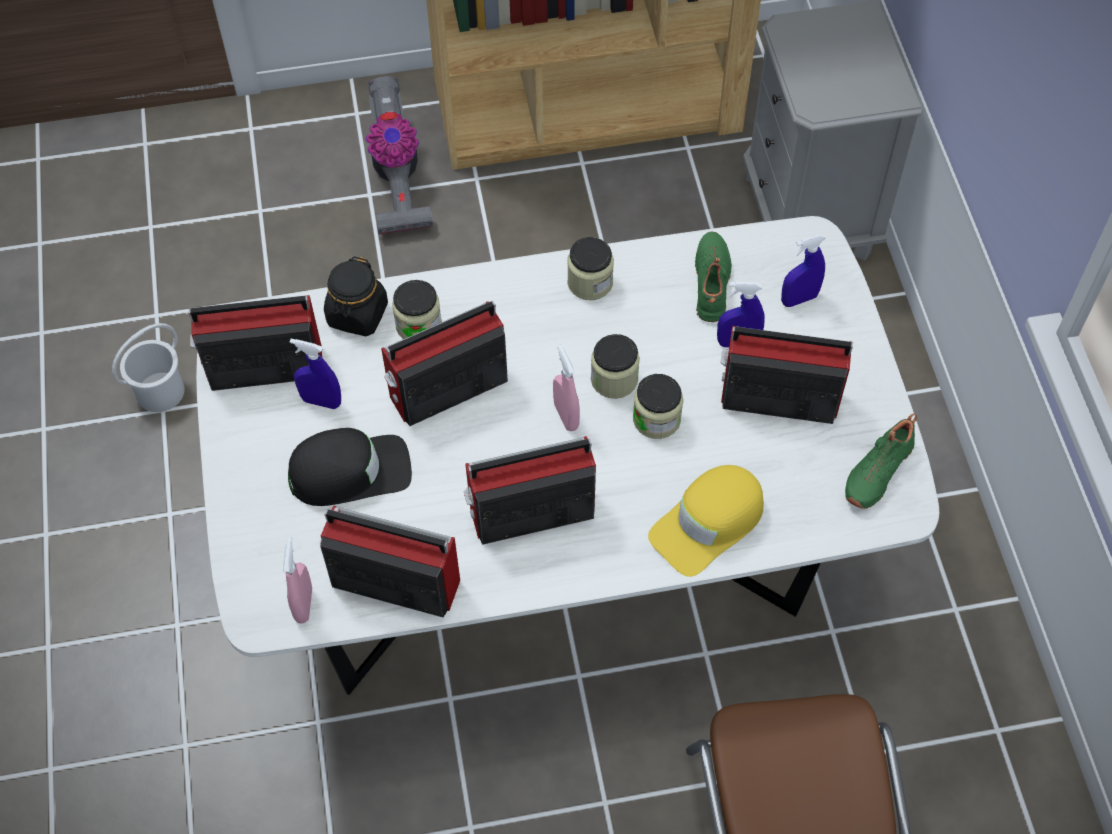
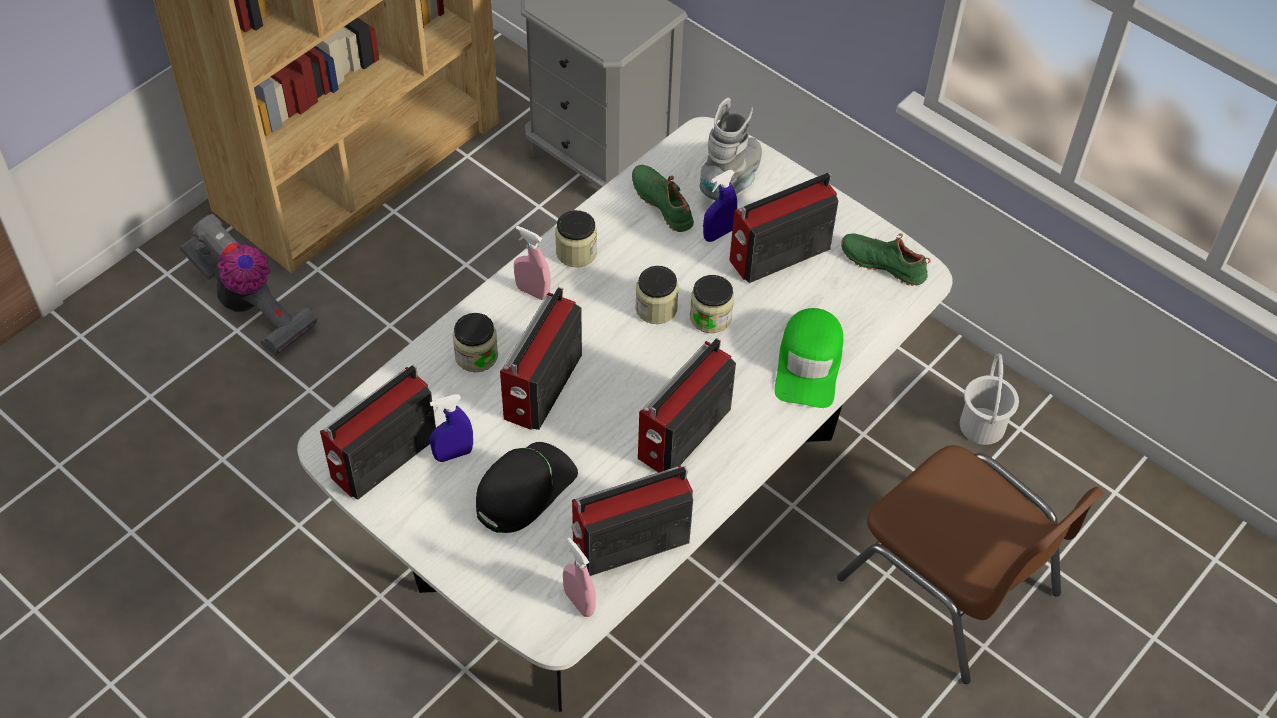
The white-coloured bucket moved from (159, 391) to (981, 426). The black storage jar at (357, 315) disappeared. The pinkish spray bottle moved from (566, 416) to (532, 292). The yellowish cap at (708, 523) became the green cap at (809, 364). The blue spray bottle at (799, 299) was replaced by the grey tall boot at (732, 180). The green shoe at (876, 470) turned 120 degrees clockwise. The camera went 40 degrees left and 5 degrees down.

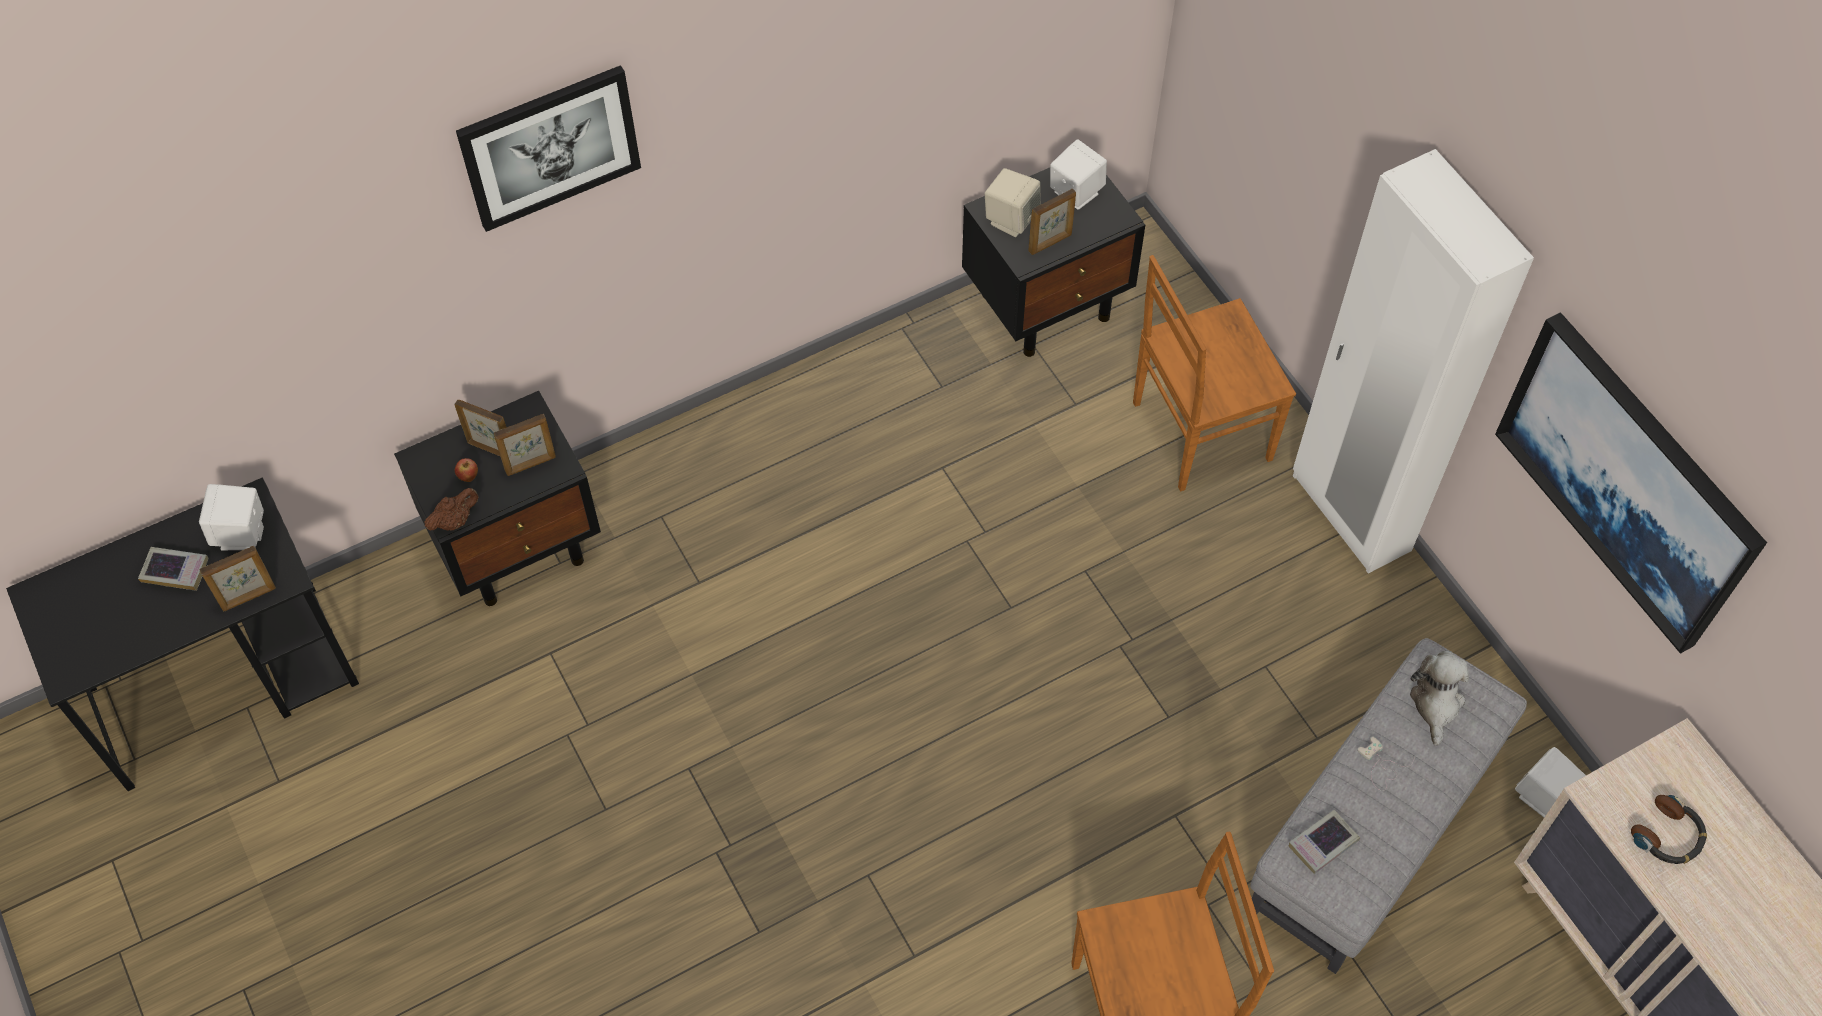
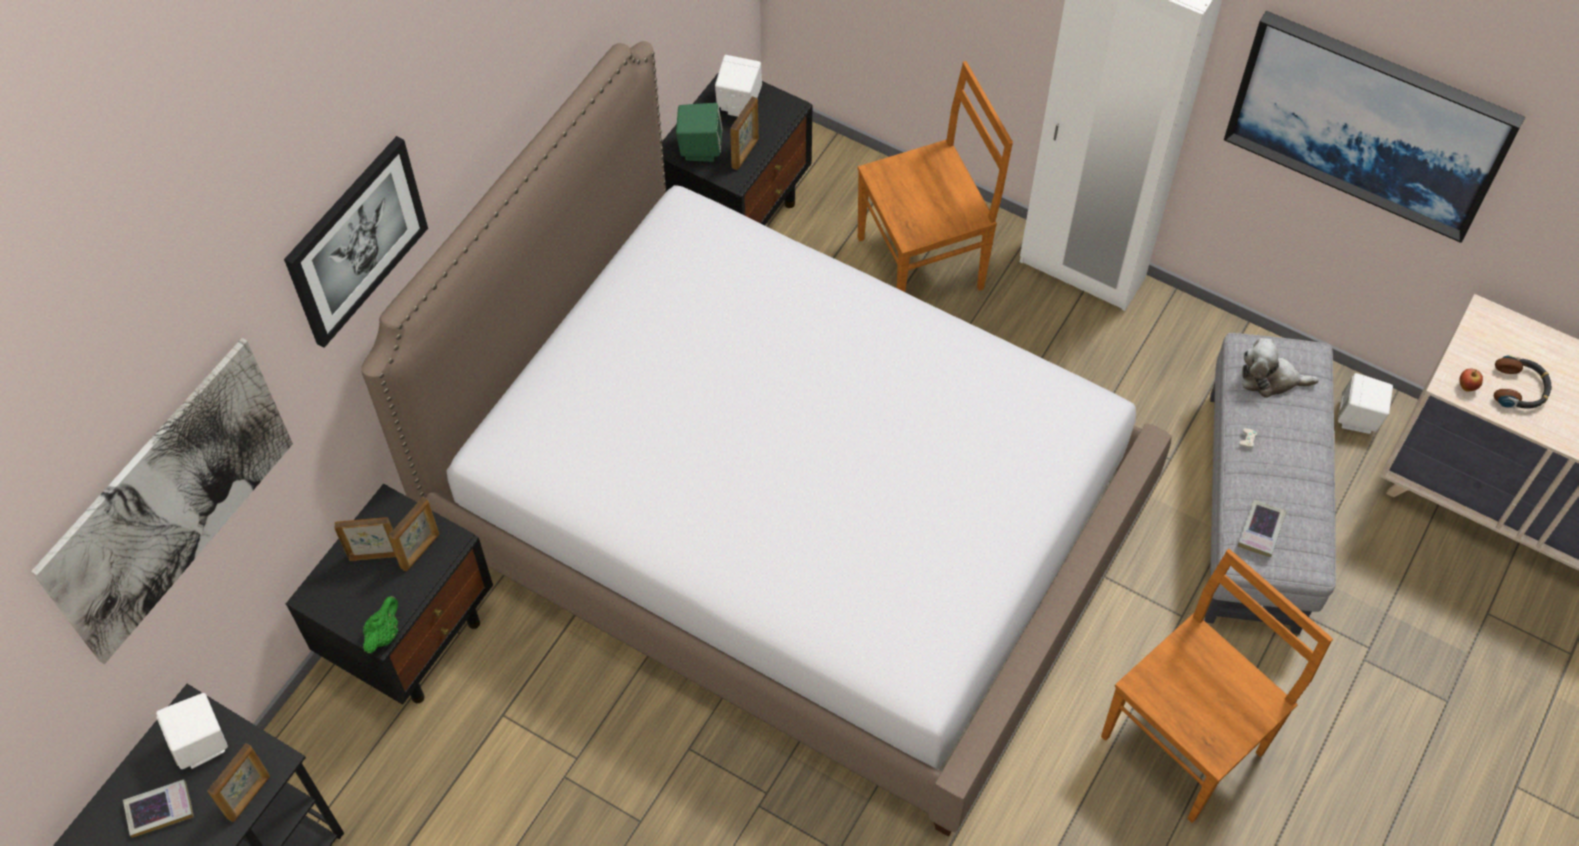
The brownish tea pot at (455, 520) became the green tea pot at (384, 634). The whole apple moved from (468, 477) to (1466, 386). The beige-coloured audio speaker at (1011, 219) became the green audio speaker at (700, 148). The brownish upright chair at (1197, 432) turned 150 degrees counterclockwise. The plush toy at (1436, 703) turned 60 degrees counterclockwise. The wall picture at (169, 500) appeared. The bedroom bed at (789, 520) appeared. The camera went 30 degrees left and 0 degrees up.

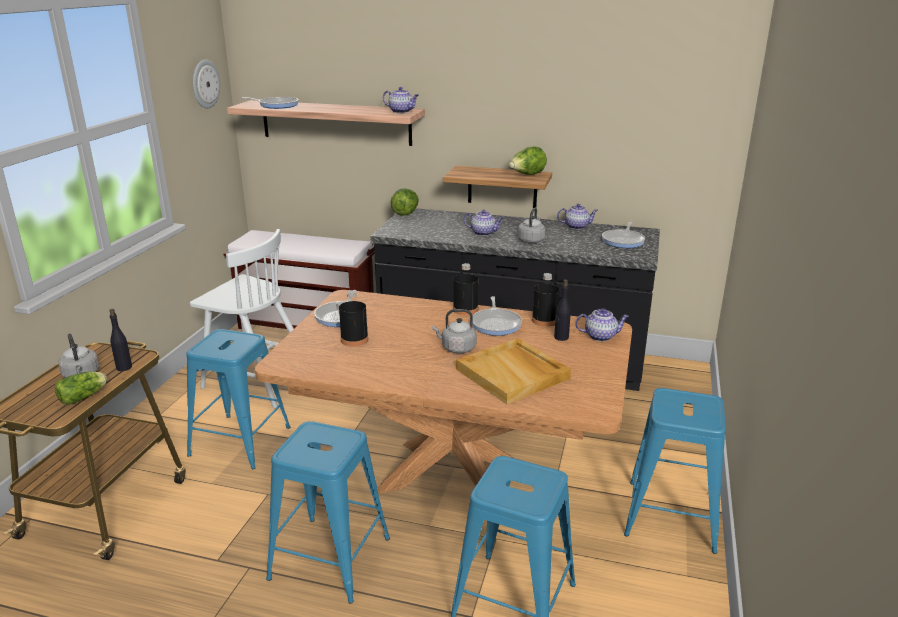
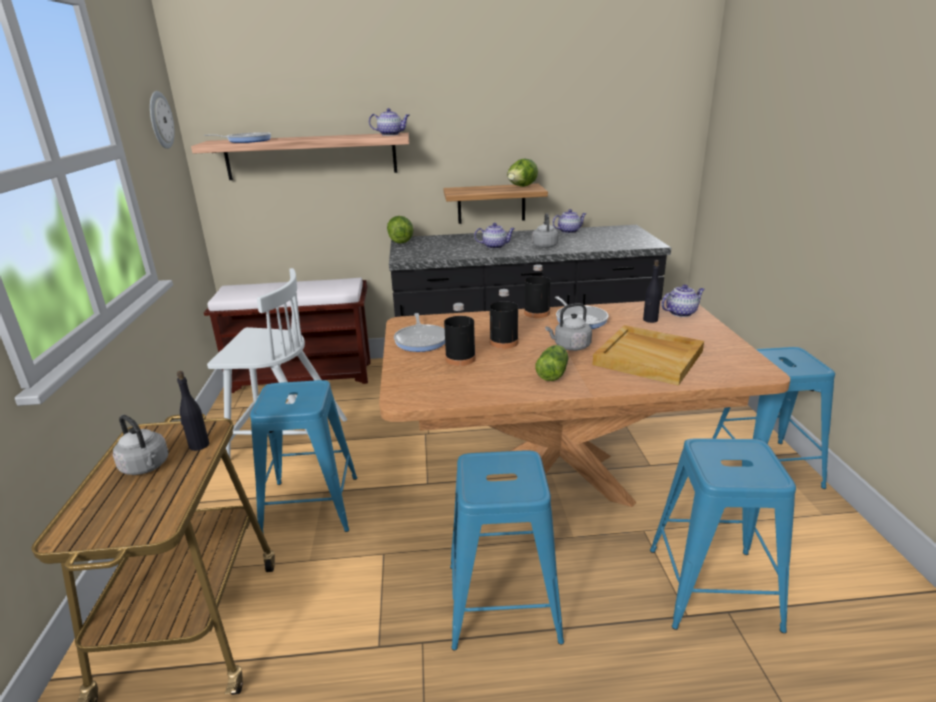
The lettuce head moved from (84, 396) to (553, 372). The black bottle moved from (544, 320) to (504, 342). The frying pan at (623, 241) disappeared. The camera went 20 degrees left and 0 degrees up.

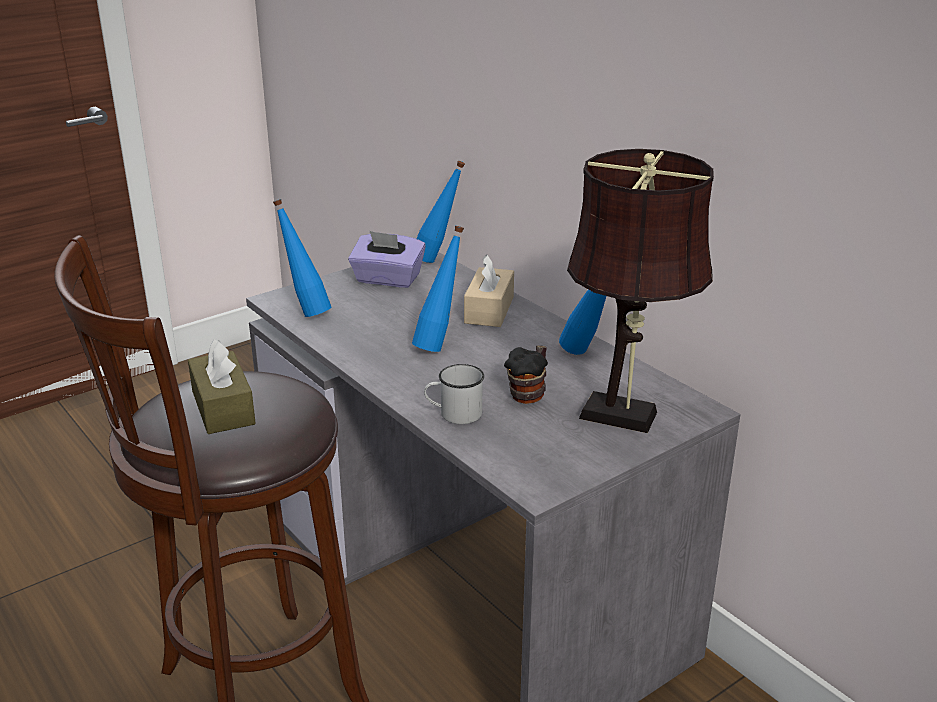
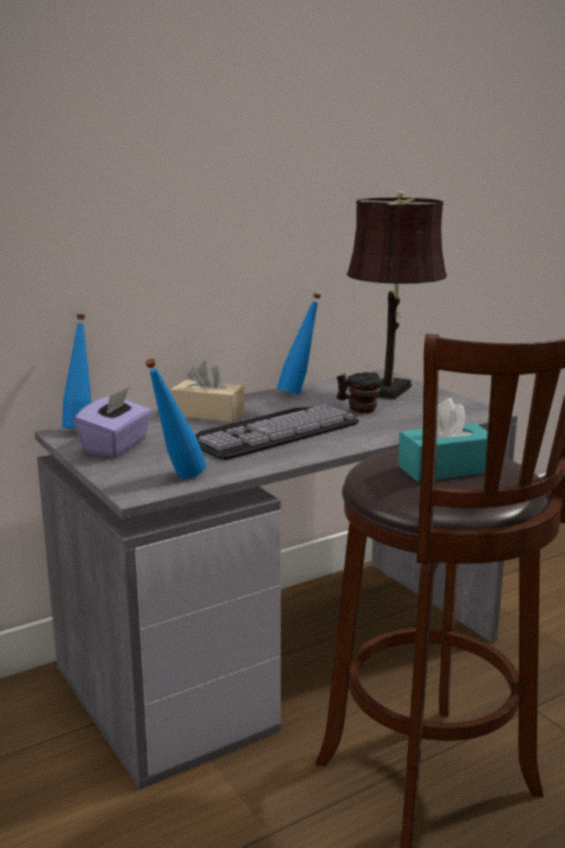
The brownish tissue box at (223, 407) became the blue-green tissue box at (445, 469). The blue bottle at (439, 345) was replaced by the PC keyboard at (272, 430). The white-coloured mug at (454, 414) disappeared. The camera went 85 degrees left and 10 degrees down.

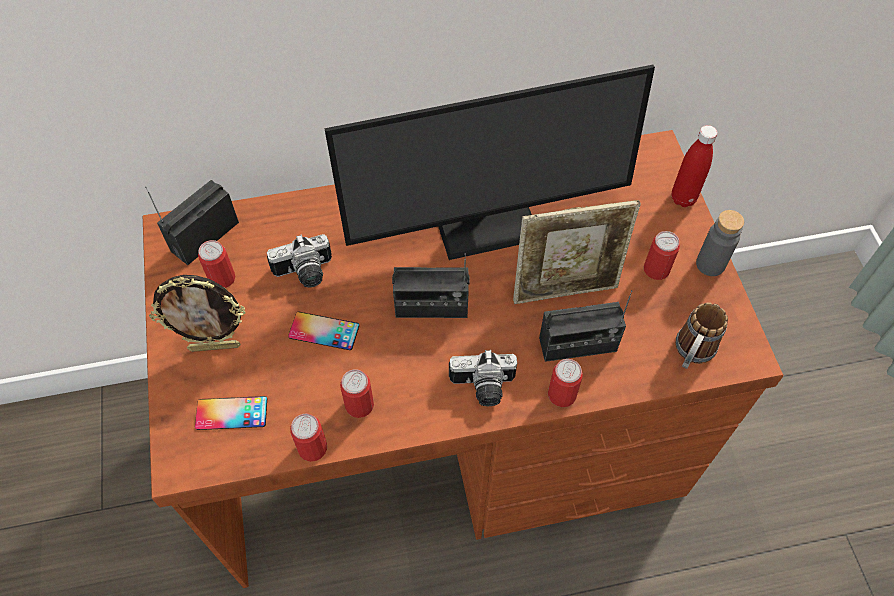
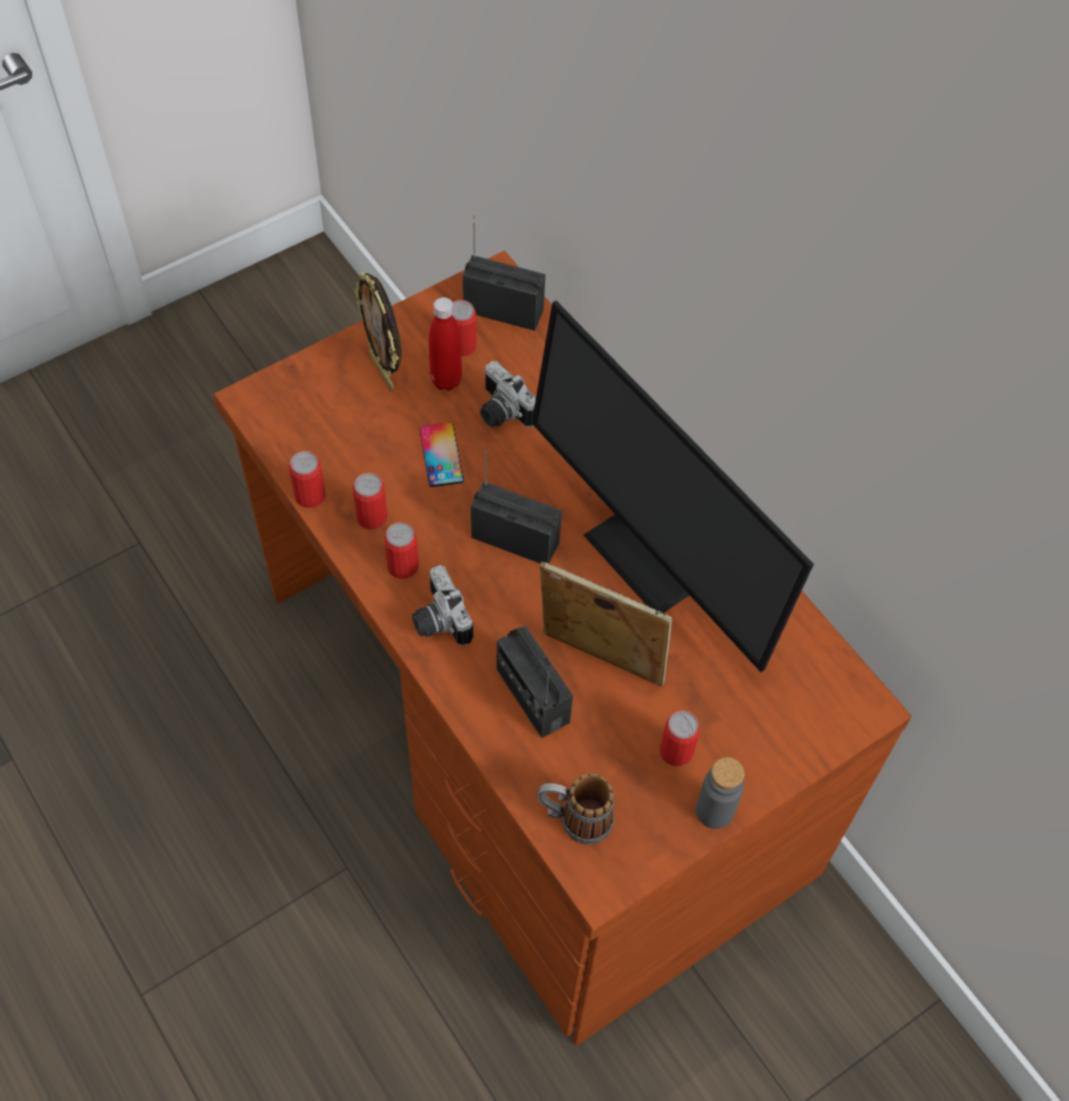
The handset at (231, 413) disappeared. The radio receiver at (431, 306) turned 135 degrees clockwise. The photo frame at (565, 290) turned 150 degrees clockwise. The metal can moved from (562, 394) to (403, 566). The red-coloured bottle moved from (683, 198) to (446, 380). The camera went 65 degrees right and 0 degrees up.

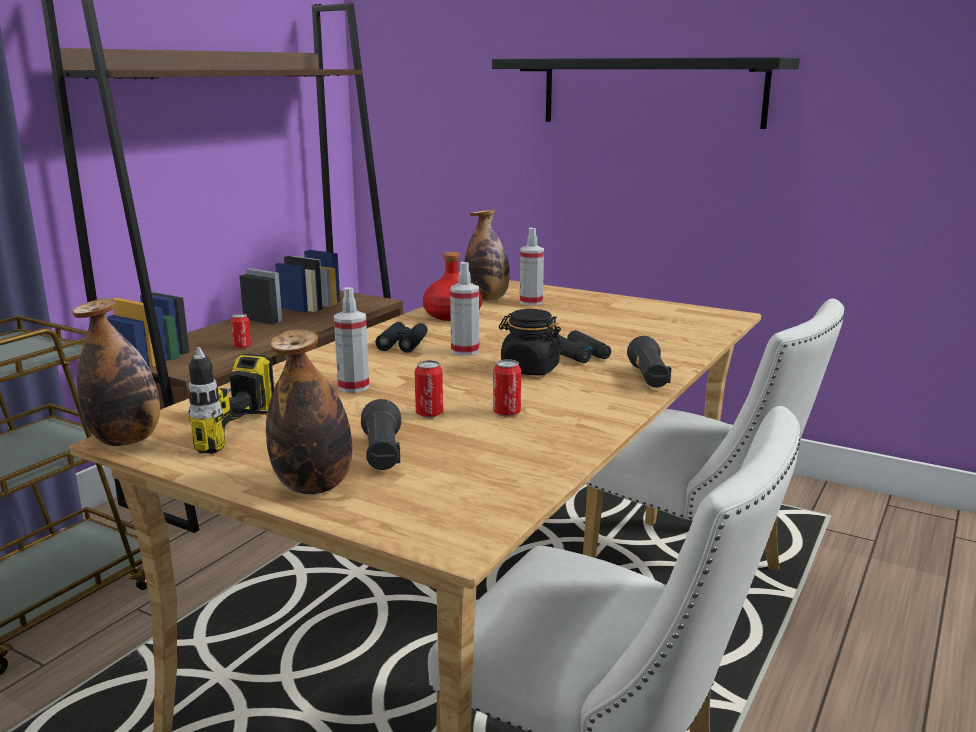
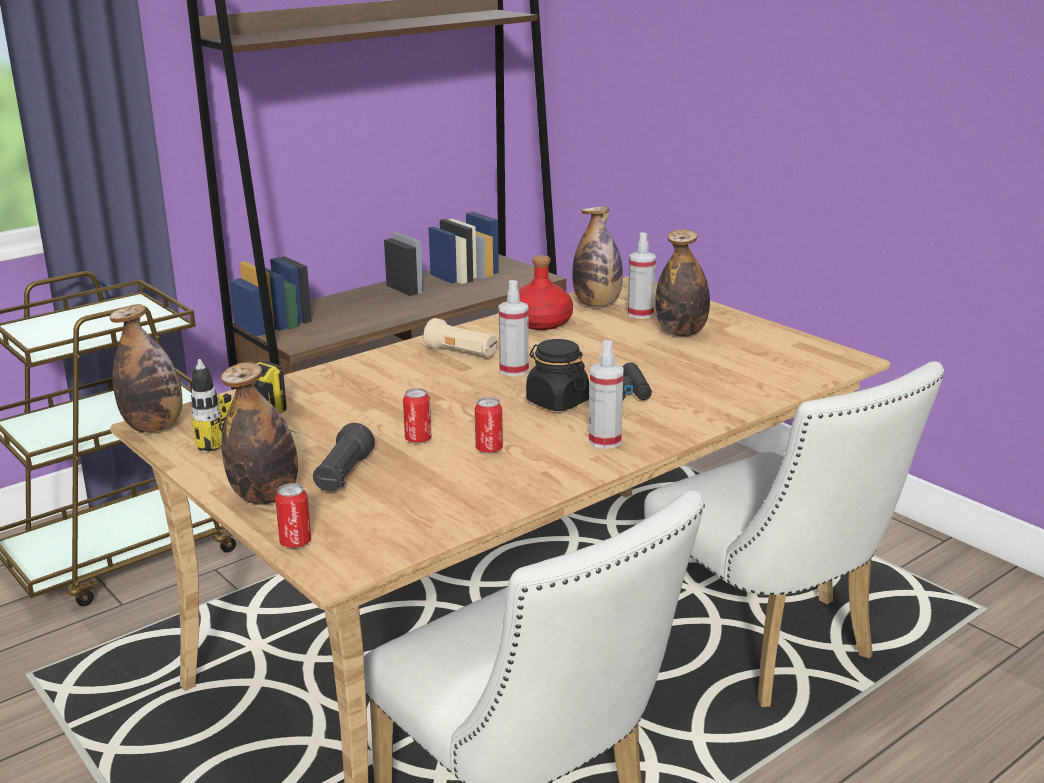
The metal can moved from (242, 347) to (295, 542). The spray bottle moved from (353, 387) to (605, 441). The black binoculars at (403, 344) was replaced by the beige-coloured hand torch at (462, 353). The black bracket shelf at (651, 92) disappeared. The black hand torch at (648, 378) disappeared. The bottle at (681, 332) appeared. The camera went 20 degrees right and 5 degrees up.

